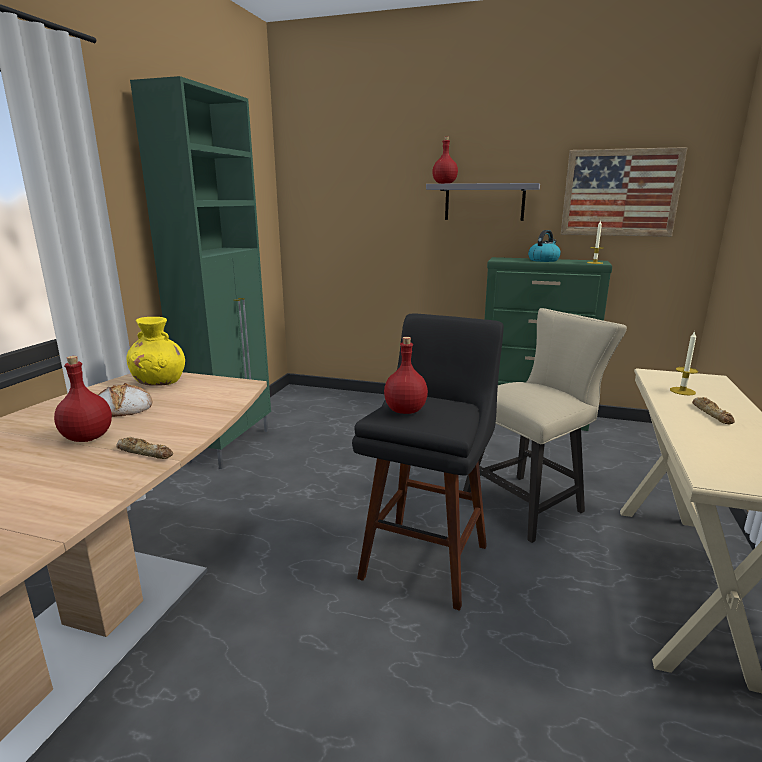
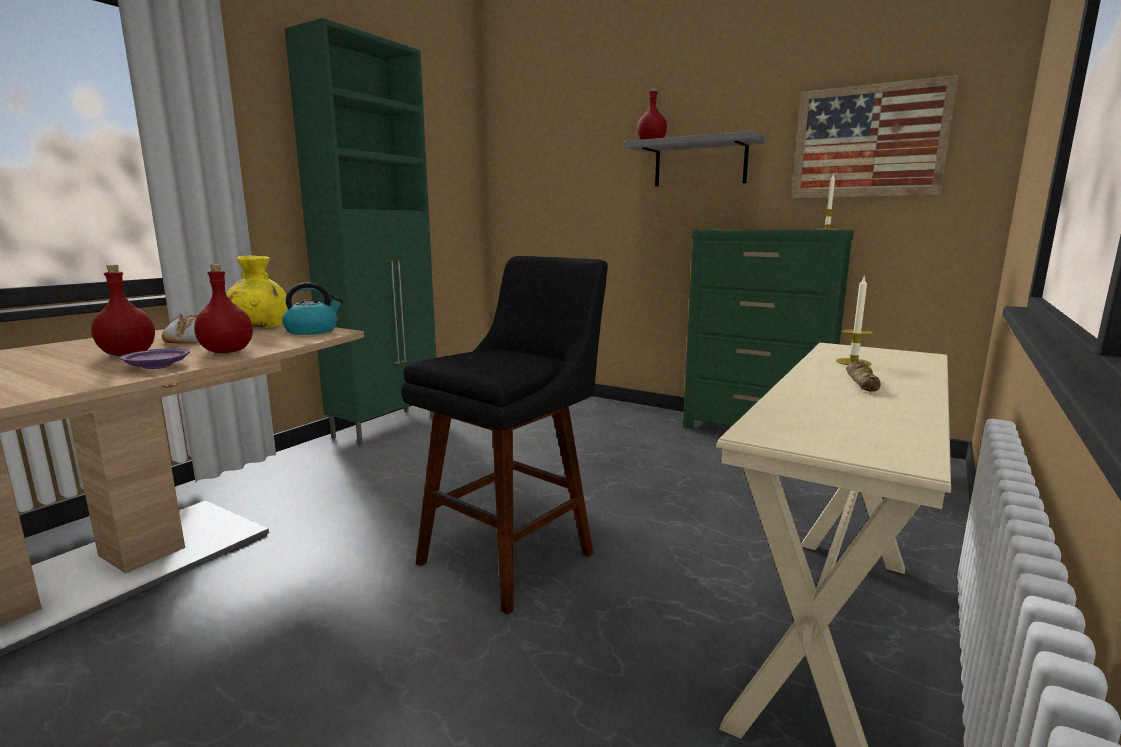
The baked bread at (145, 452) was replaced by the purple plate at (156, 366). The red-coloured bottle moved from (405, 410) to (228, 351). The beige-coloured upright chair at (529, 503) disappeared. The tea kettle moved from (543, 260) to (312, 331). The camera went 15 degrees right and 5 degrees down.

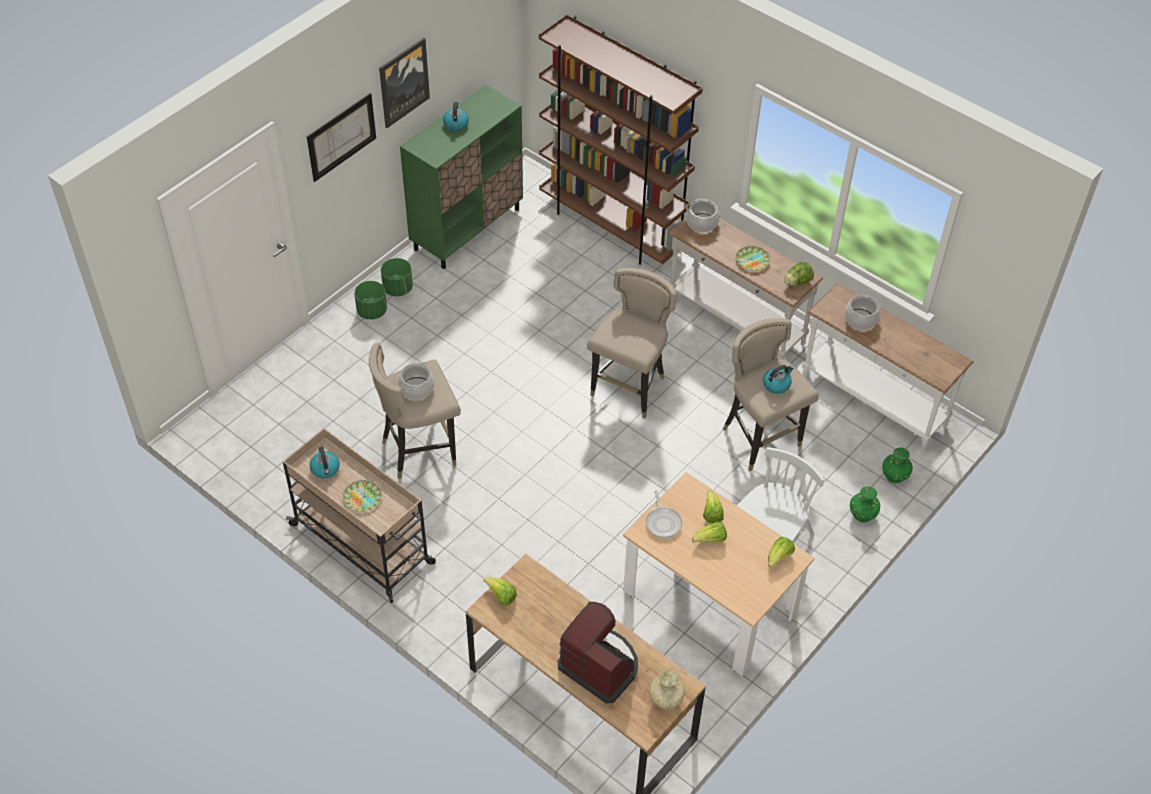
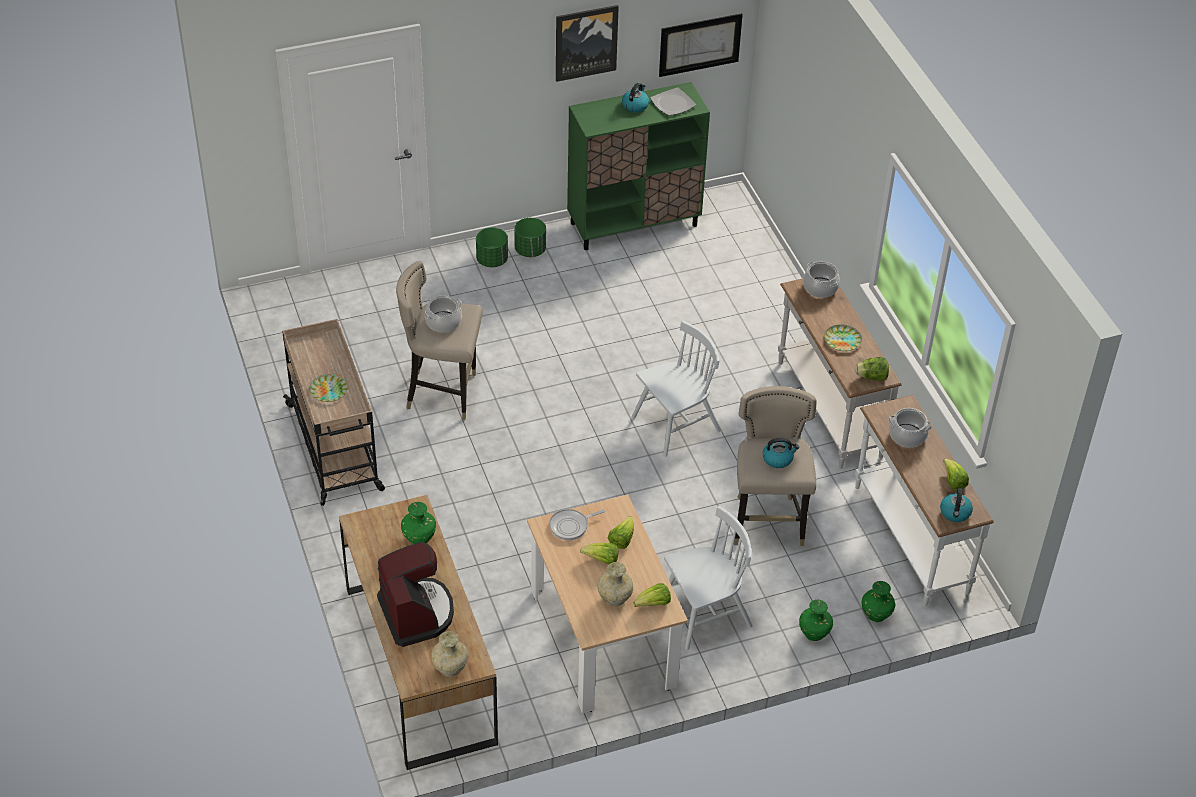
The wall picture moved from (341, 137) to (700, 44). The tea kettle moved from (325, 469) to (955, 513). The lettuce head moved from (501, 596) to (953, 482). The brownish bookcase at (612, 227) disappeared. The beige-coloured stool seat at (629, 389) was replaced by the white-coloured upright chair at (675, 425). The frying pan at (663, 522) turned 45 degrees clockwise. The green vase at (419, 538) appeared. The beige-coloured vase at (615, 598) appeared. The plate at (673, 104) appeared. The camera went 30 degrees right and 5 degrees down.

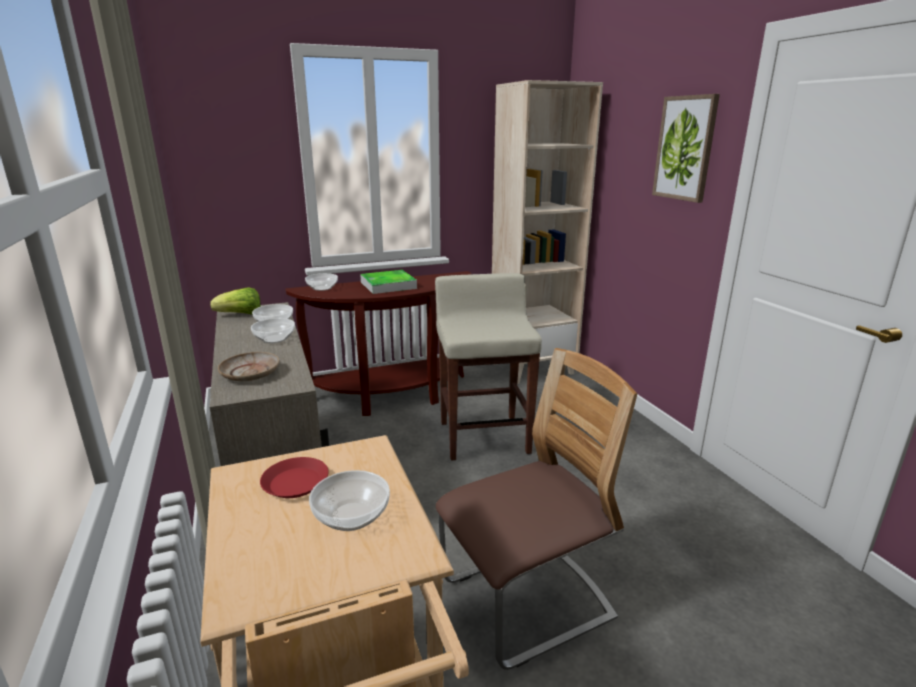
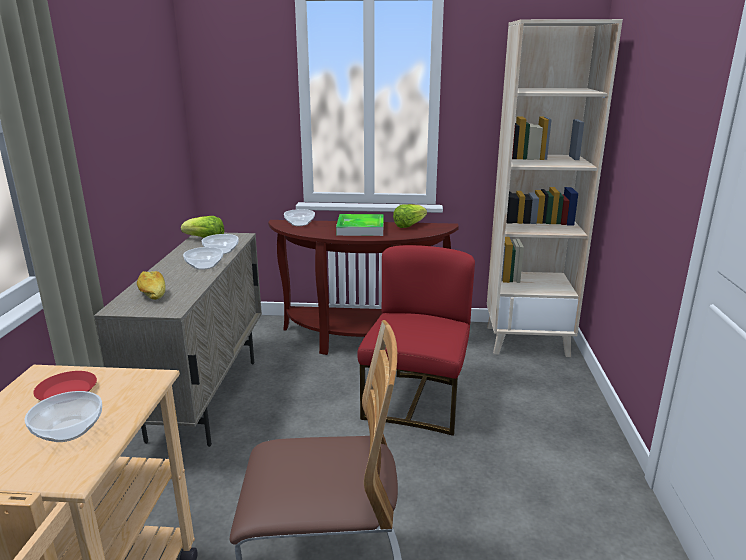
The beige-coloured plate at (251, 374) was replaced by the baked bread at (152, 293). The beige-coloured stool seat at (484, 436) was replaced by the red-coloured upright chair at (416, 401). The wall picture at (685, 148) disappeared. The lettuce head at (409, 225) appeared. The camera went 25 degrees right and 0 degrees up.

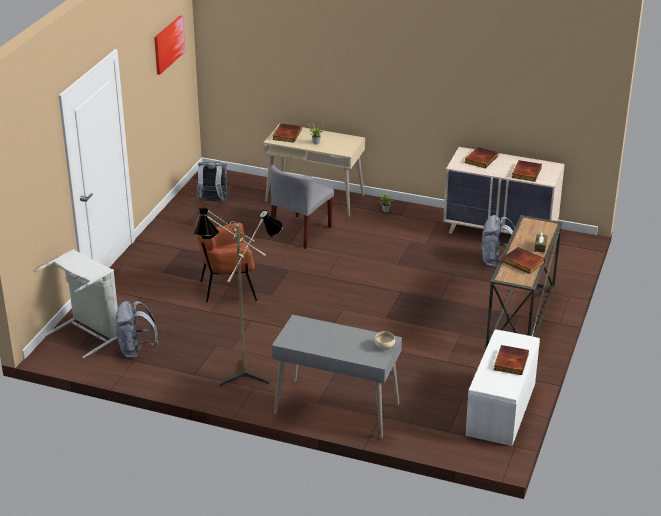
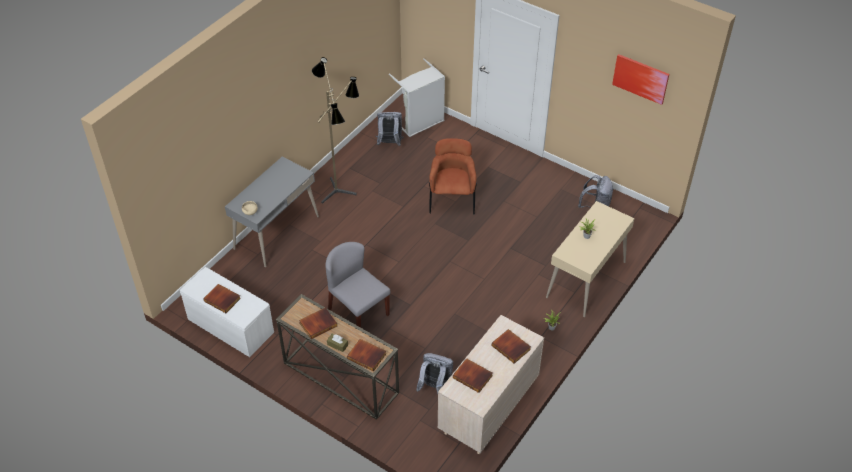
The grey upright chair moved from (300, 232) to (358, 312). The volume moved from (286, 134) to (367, 356). The camera went 105 degrees right and 15 degrees up.

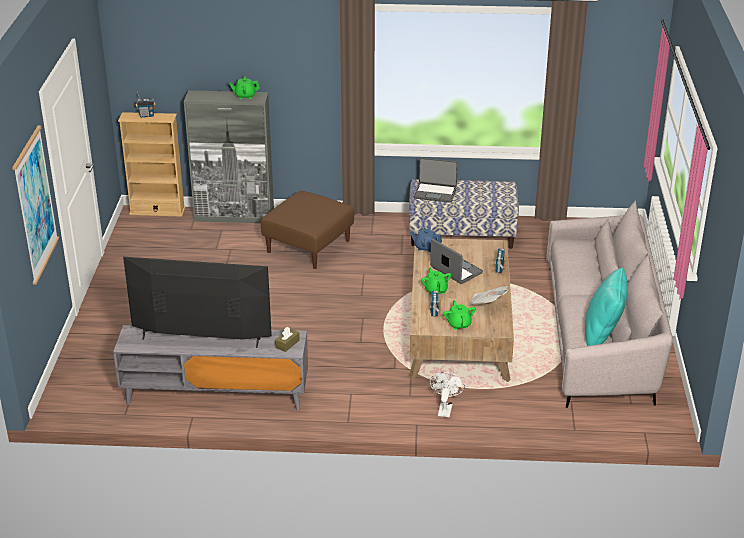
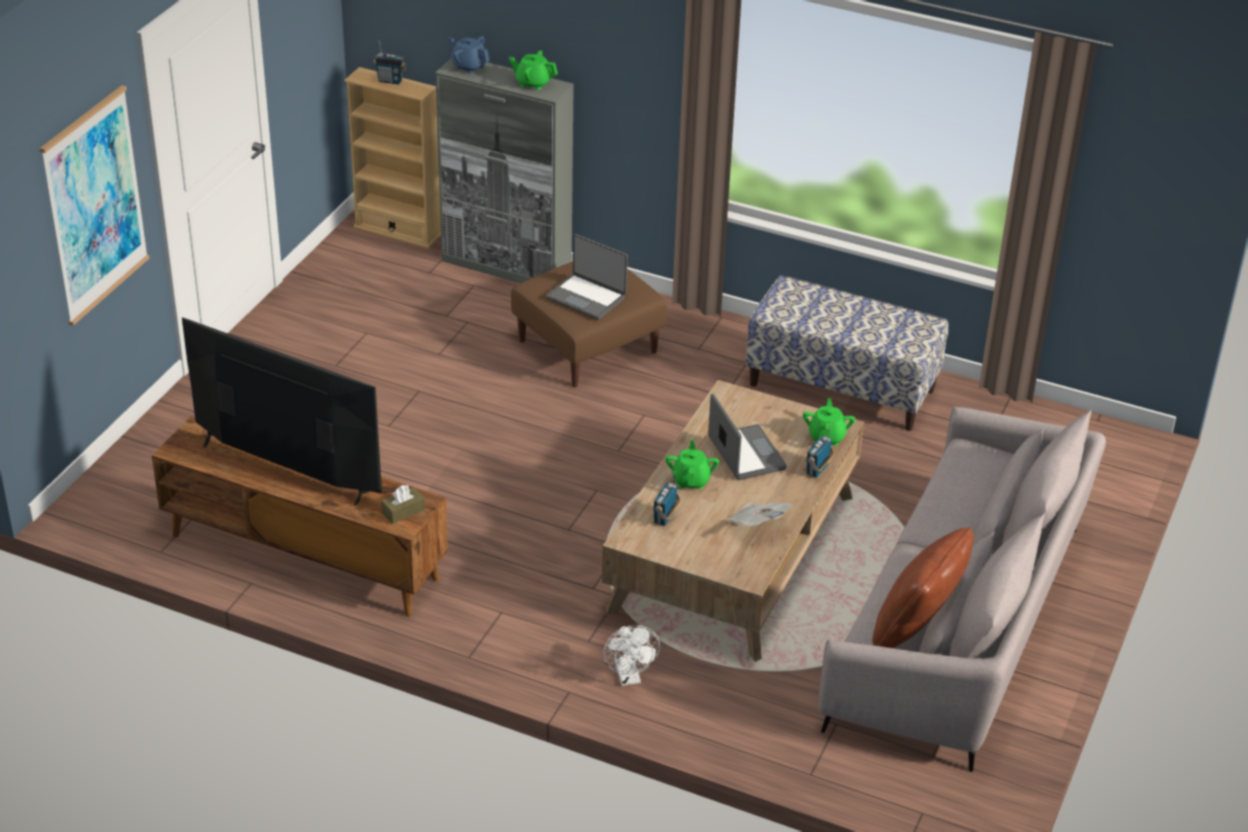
The grey tv unit at (214, 395) became the brownish tv unit at (303, 557). The blue tea pot moved from (425, 247) to (469, 66). The portable computer moved from (435, 193) to (587, 297). The white-coloured fan at (445, 408) turned 135 degrees clockwise. The green tea pot moved from (459, 324) to (827, 437). The blue-green cushion at (603, 334) became the brownish cushion at (916, 629). The camera went 20 degrees right and 5 degrees up.

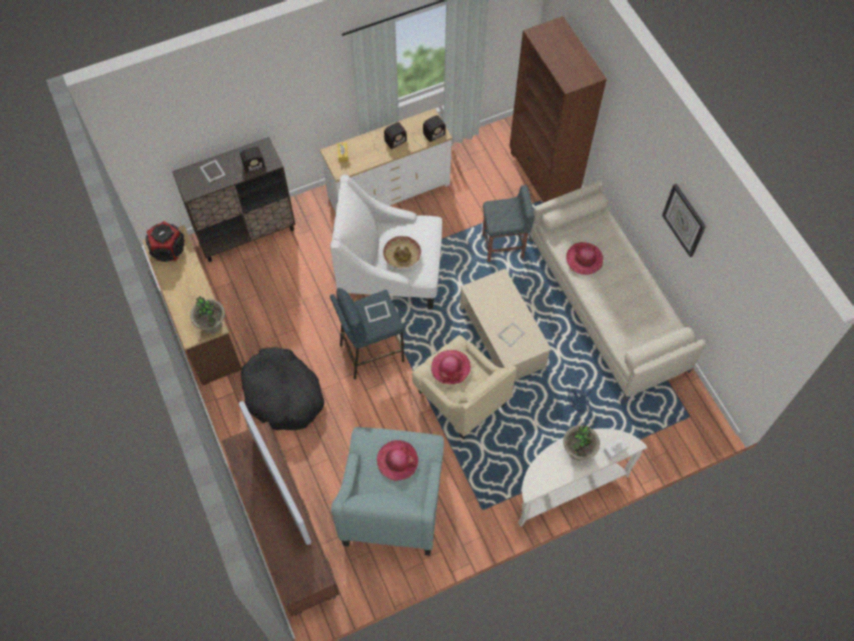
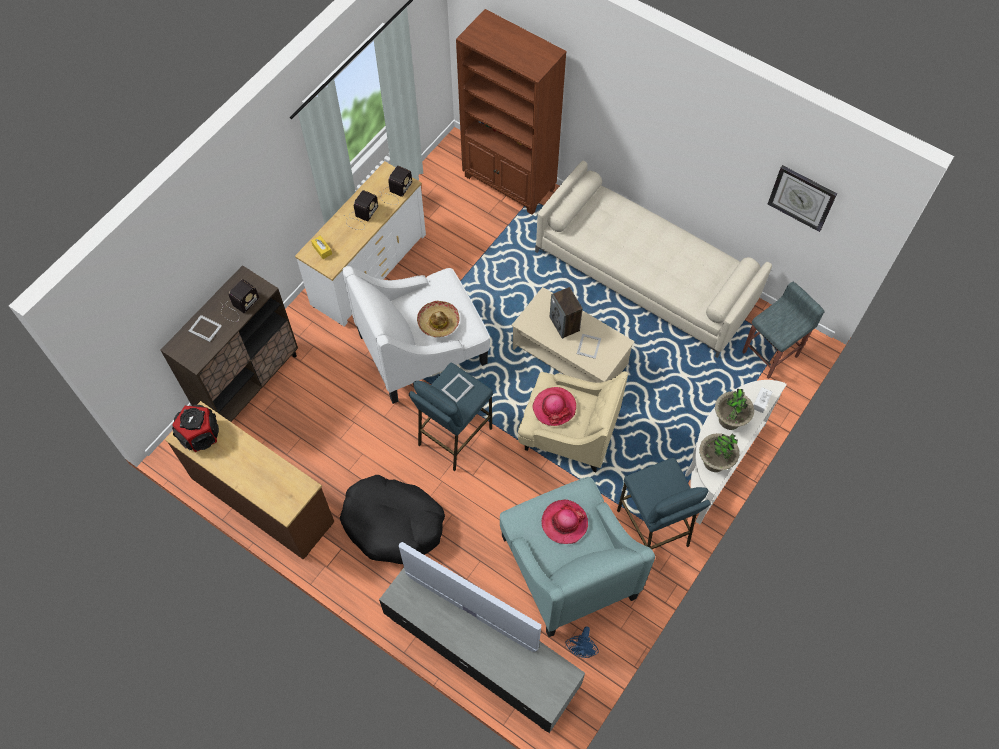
The houseplant moved from (211, 325) to (714, 462). The brownish tv unit at (285, 528) became the grey tv unit at (481, 653). The grey stool seat moved from (503, 246) to (771, 354). The clothing hat at (584, 259) disappeared. The blue fan moved from (578, 406) to (581, 649). The wall clock moved from (684, 220) to (802, 197). The audio speaker at (565, 324) appeared. The blue stool seat at (653, 528) appeared. The camera went 30 degrees left and 0 degrees up.

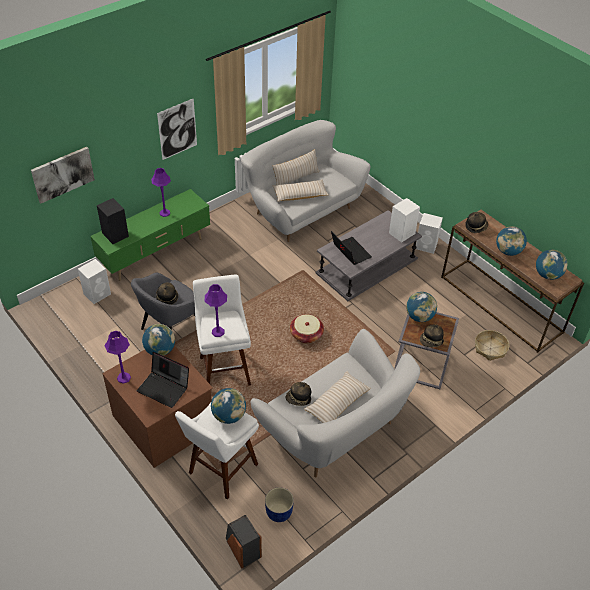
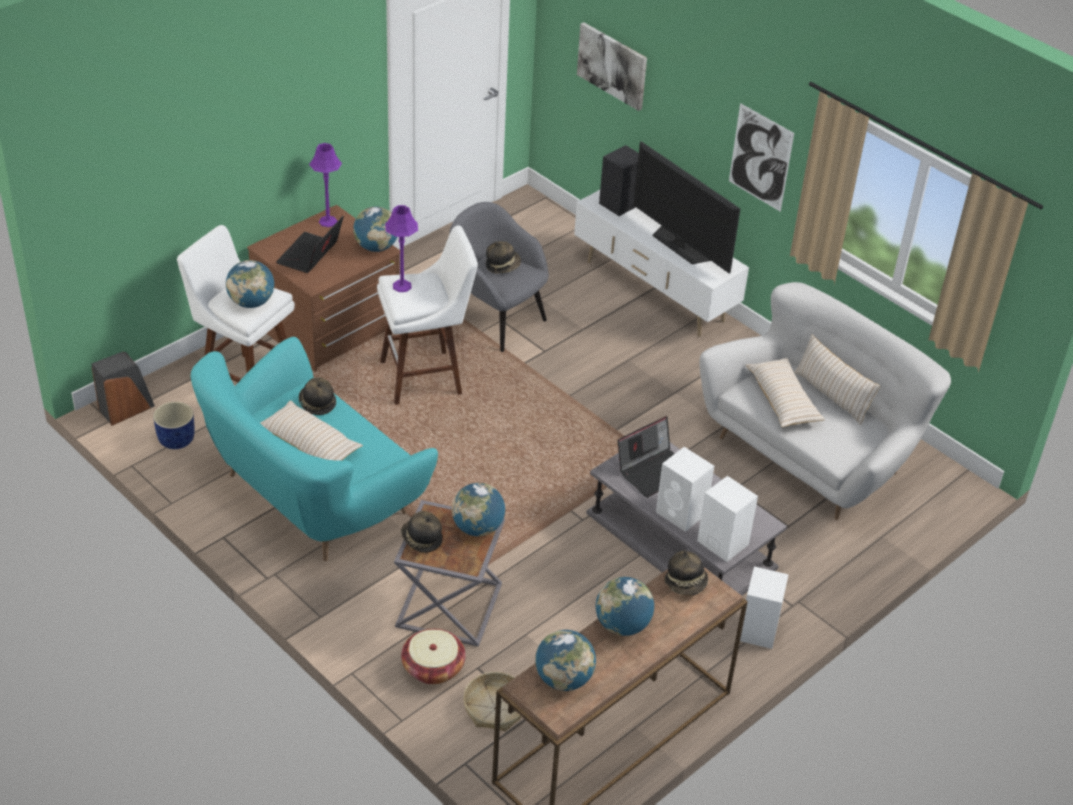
The white-coloured audio speaker moved from (97, 293) to (682, 513). The green tv unit at (156, 253) became the white-coloured tv unit at (654, 292). The purple tabletop lamp at (165, 213) was replaced by the TV set at (681, 245). The white-coloured settee at (335, 430) became the blue-green settee at (312, 496). The basket moved from (306, 334) to (433, 668). The camera went 85 degrees right and 5 degrees down.

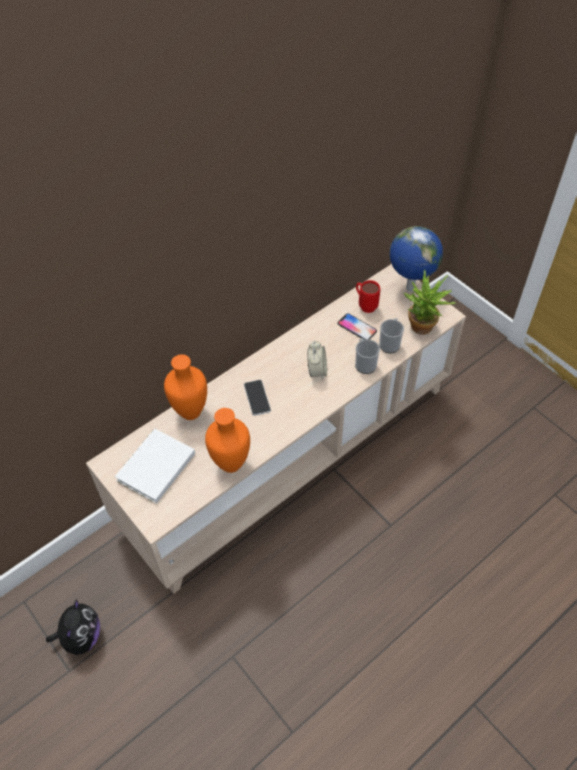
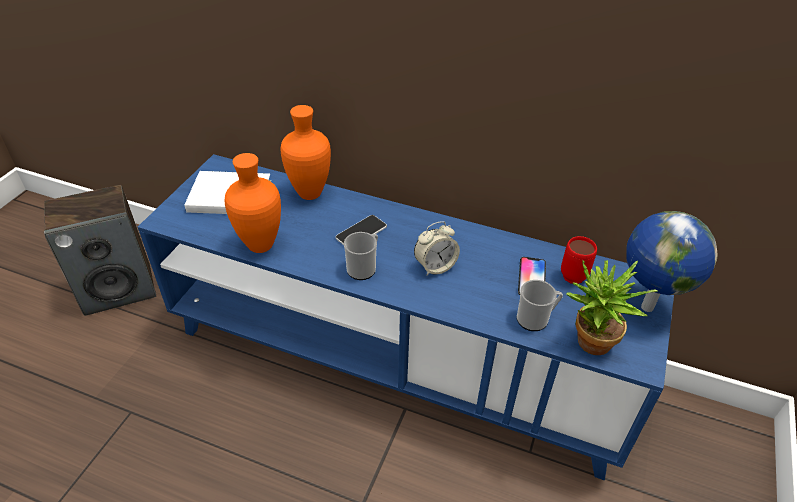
The plush toy at (81, 636) was replaced by the audio speaker at (119, 289). The beige-coloured tv unit at (289, 456) became the blue tv unit at (396, 358). The mug moved from (364, 363) to (363, 268). The camera went 60 degrees right and 10 degrees down.

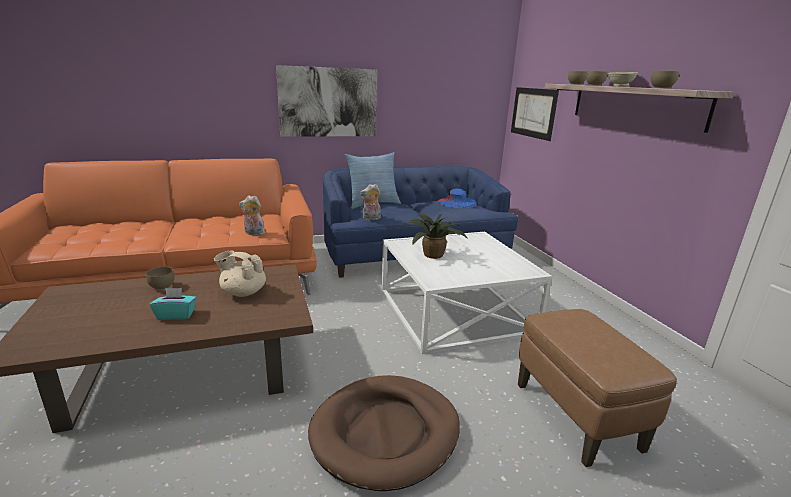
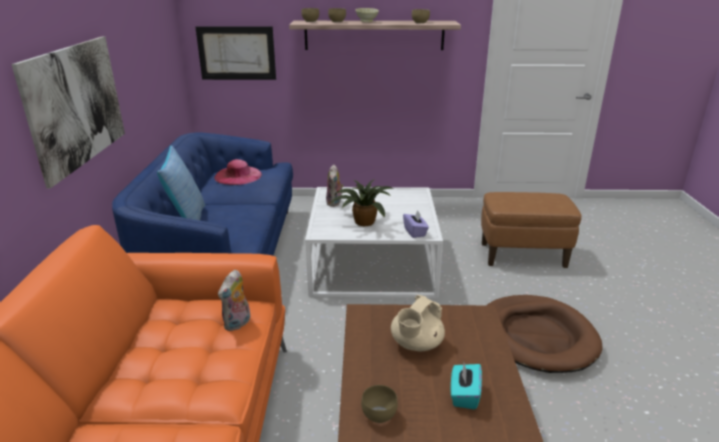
The plush toy moved from (371, 218) to (335, 203). The blue clothing hat at (457, 202) became the pinkish clothing hat at (238, 176). The purple tissue box at (415, 232) appeared. The camera went 70 degrees left and 5 degrees up.

